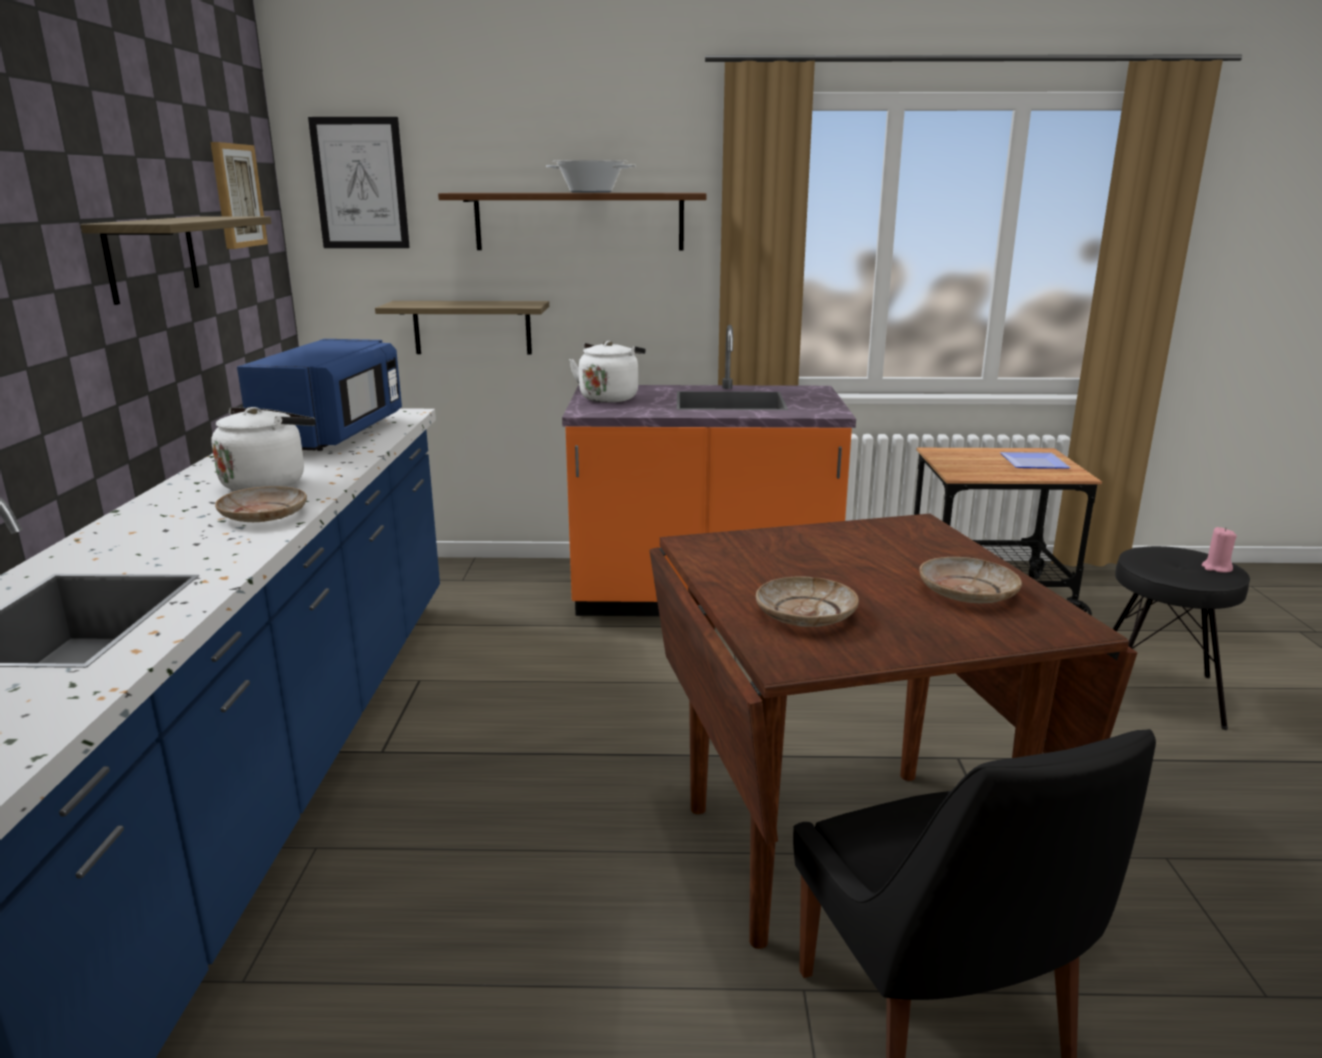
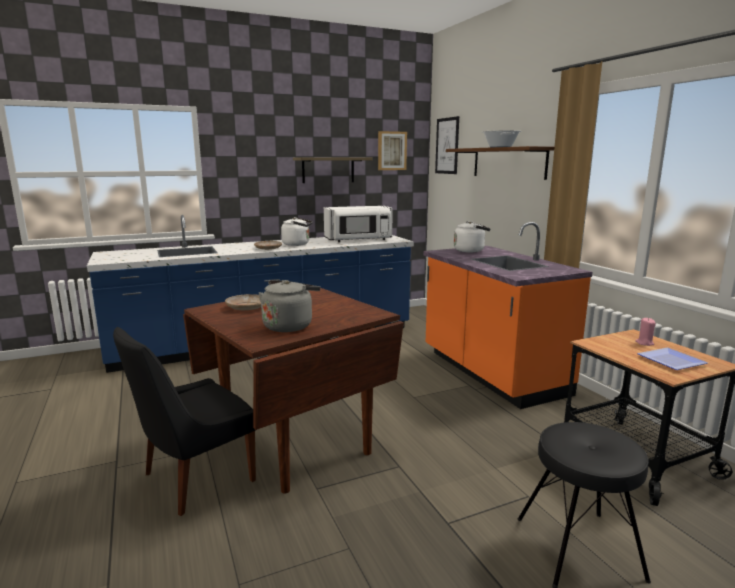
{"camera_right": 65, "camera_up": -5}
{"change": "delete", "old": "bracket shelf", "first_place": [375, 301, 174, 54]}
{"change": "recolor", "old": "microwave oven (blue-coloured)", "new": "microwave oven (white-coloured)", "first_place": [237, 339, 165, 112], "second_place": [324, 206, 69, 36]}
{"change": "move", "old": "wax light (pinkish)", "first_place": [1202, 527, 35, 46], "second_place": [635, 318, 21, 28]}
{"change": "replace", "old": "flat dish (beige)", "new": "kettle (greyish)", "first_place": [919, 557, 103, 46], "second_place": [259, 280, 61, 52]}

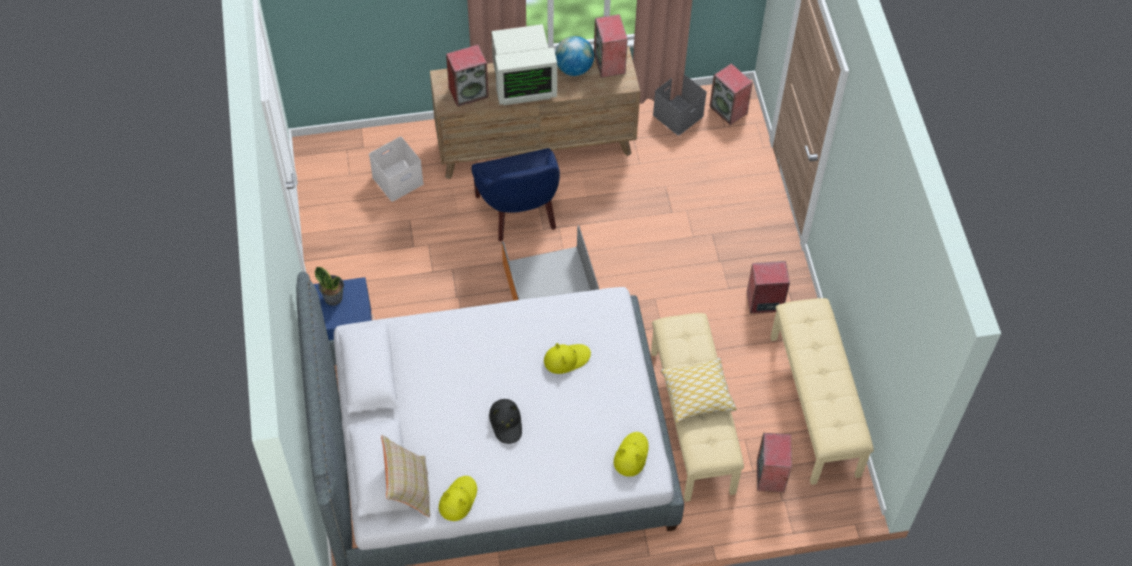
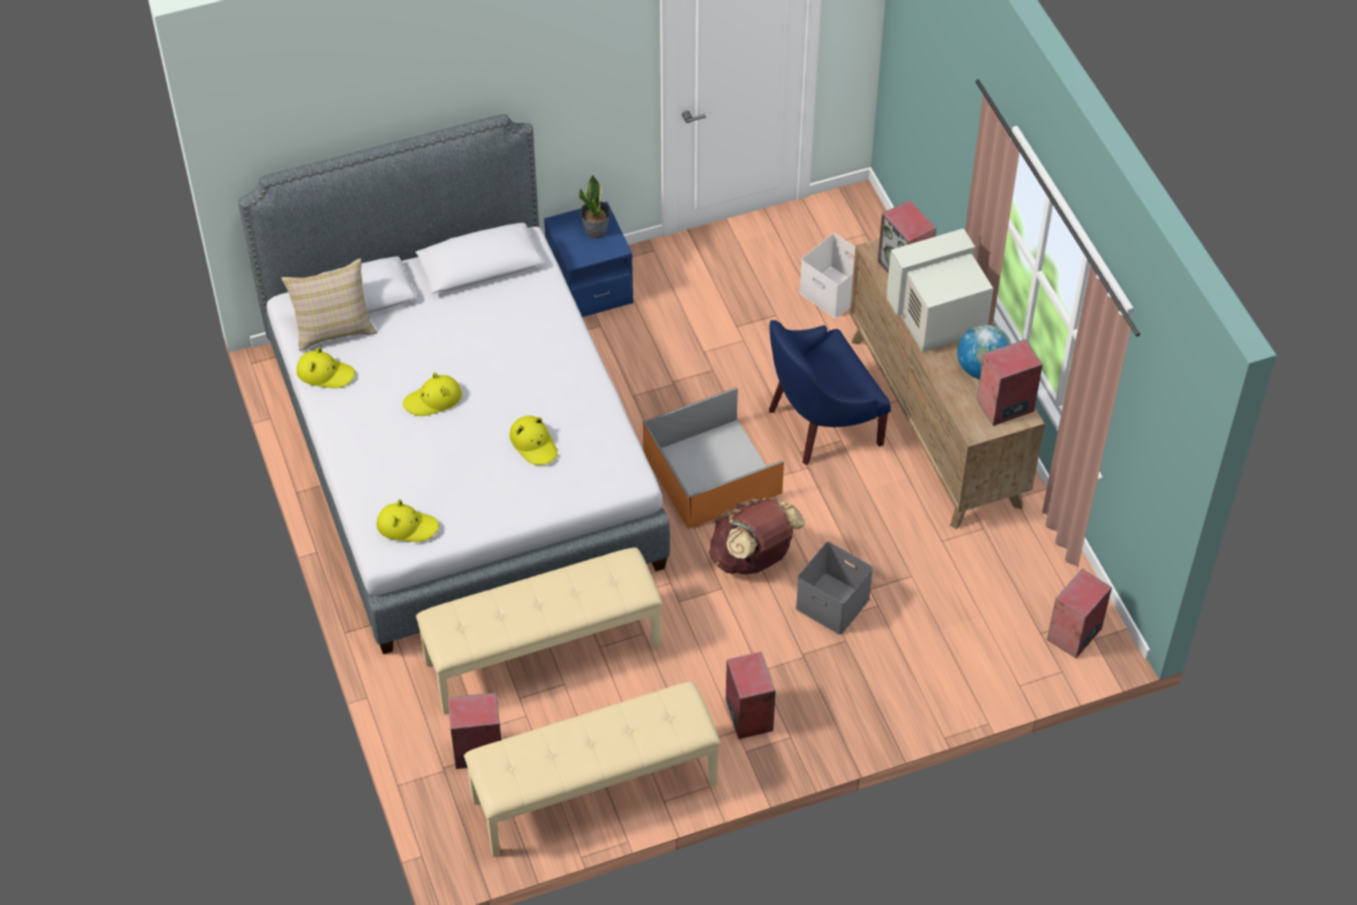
{"camera_right": 80, "camera_up": -5}
{"change": "rotate", "old": "computer display", "first_place": [491, 24, 66, 81], "second_place": [886, 228, 108, 124], "degrees": 90}
{"change": "move", "old": "storage container (greyish)", "first_place": [653, 74, 54, 62], "second_place": [796, 541, 77, 94]}
{"change": "delete", "old": "pillow", "first_place": [661, 358, 76, 65]}
{"change": "recolor", "old": "wearable hat (black-coloured)", "new": "wearable hat (yellowish)", "first_place": [489, 399, 33, 45], "second_place": [403, 372, 59, 44]}
{"change": "insert", "new": "rucksack (brownish)", "second_place": [709, 498, 96, 76]}

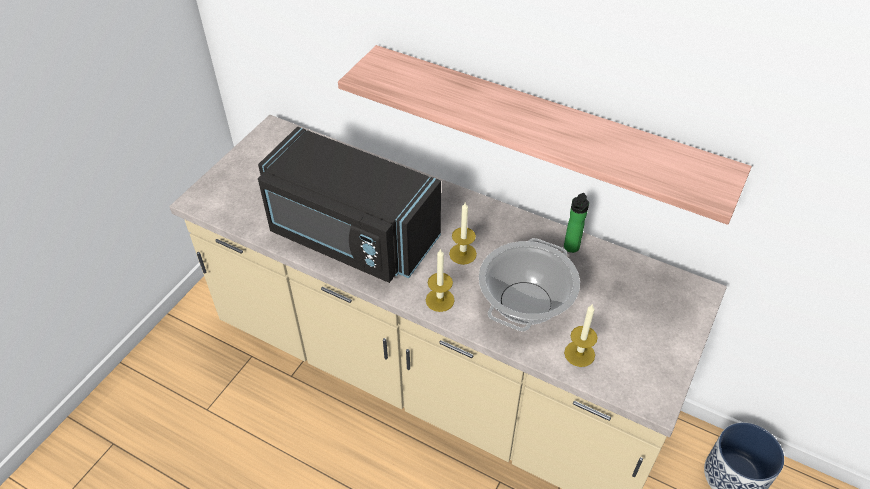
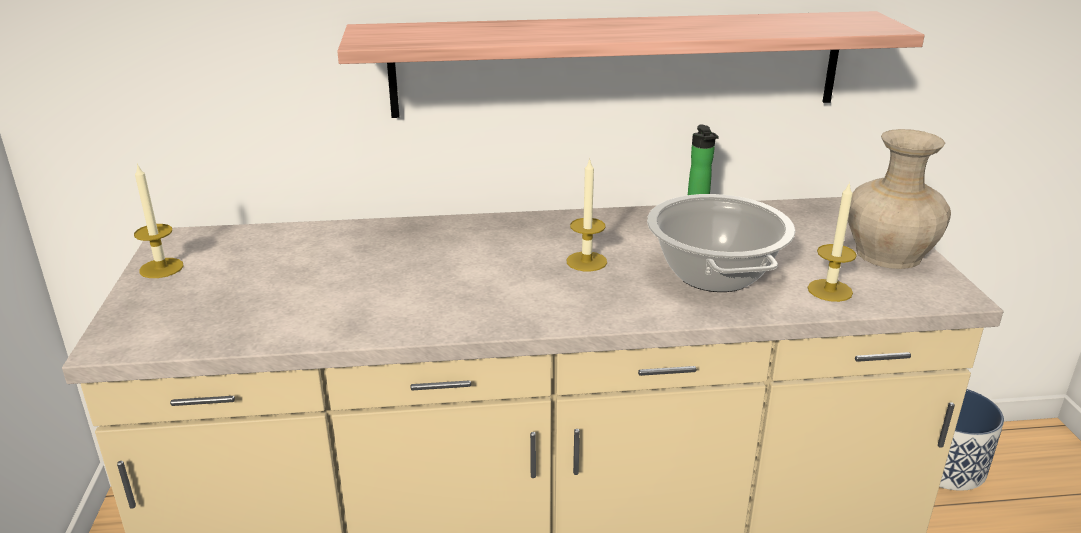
{"camera_right": -35, "camera_up": -20}
{"change": "delete", "old": "microwave oven (black-coloured)", "first_place": [258, 127, 183, 156]}
{"change": "move", "old": "wax light", "first_place": [426, 249, 29, 63], "second_place": [134, 163, 50, 115]}
{"change": "insert", "new": "decorative vase (beige)", "second_place": [848, 129, 103, 140]}

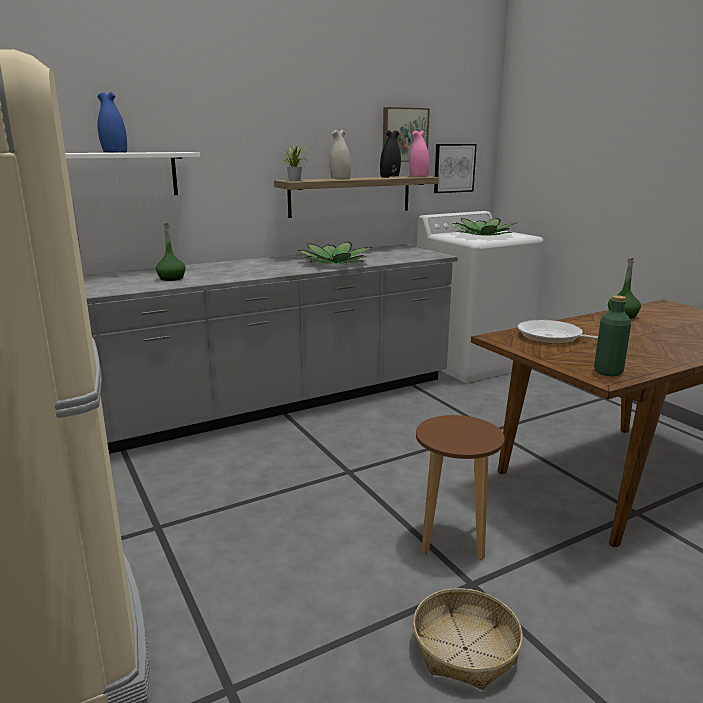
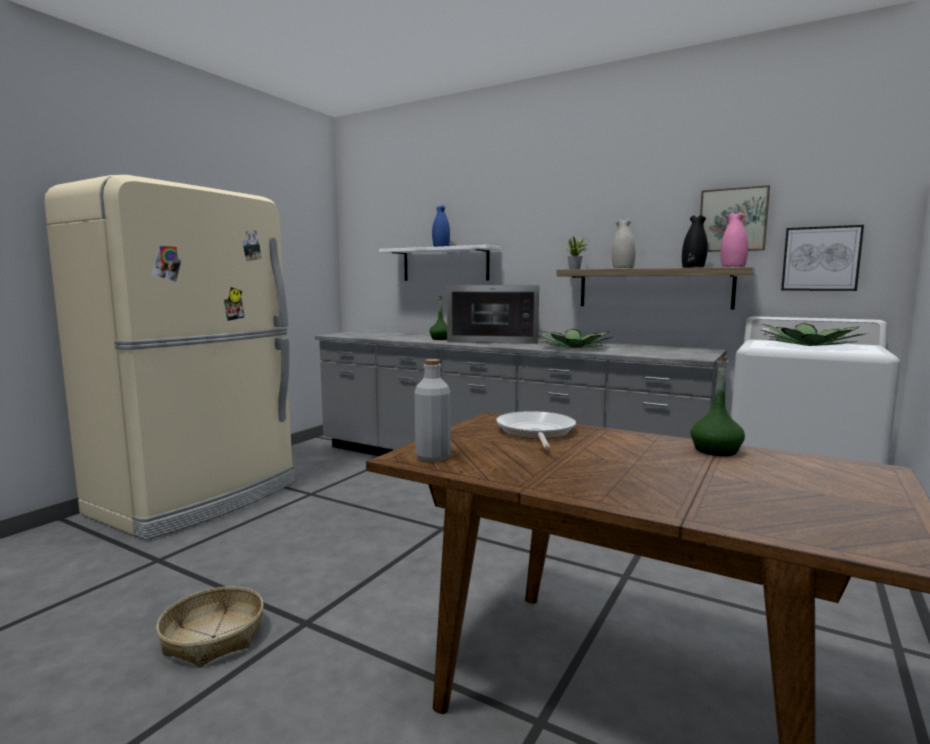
{"camera_right": 60, "camera_up": -10}
{"change": "recolor", "old": "drink bottle (green-coloured)", "new": "drink bottle (greyish)", "first_place": [594, 296, 37, 80], "second_place": [415, 359, 36, 103]}
{"change": "delete", "old": "stool (brownish)", "first_place": [416, 415, 89, 145]}
{"change": "insert", "new": "microwave oven", "second_place": [447, 285, 92, 59]}

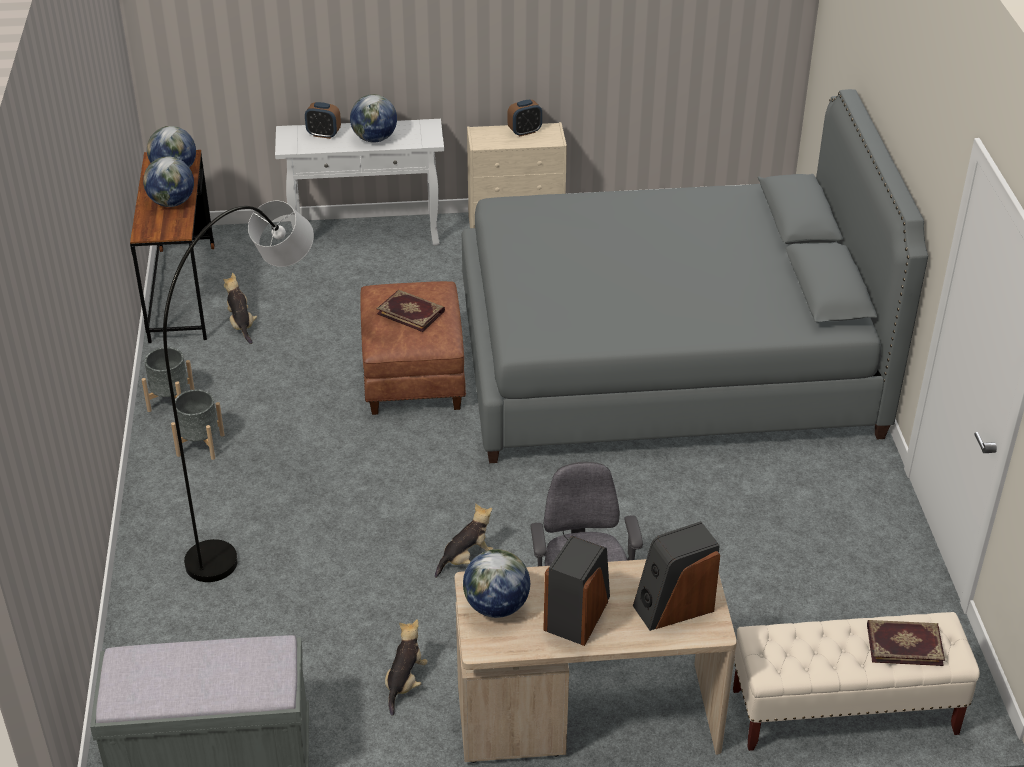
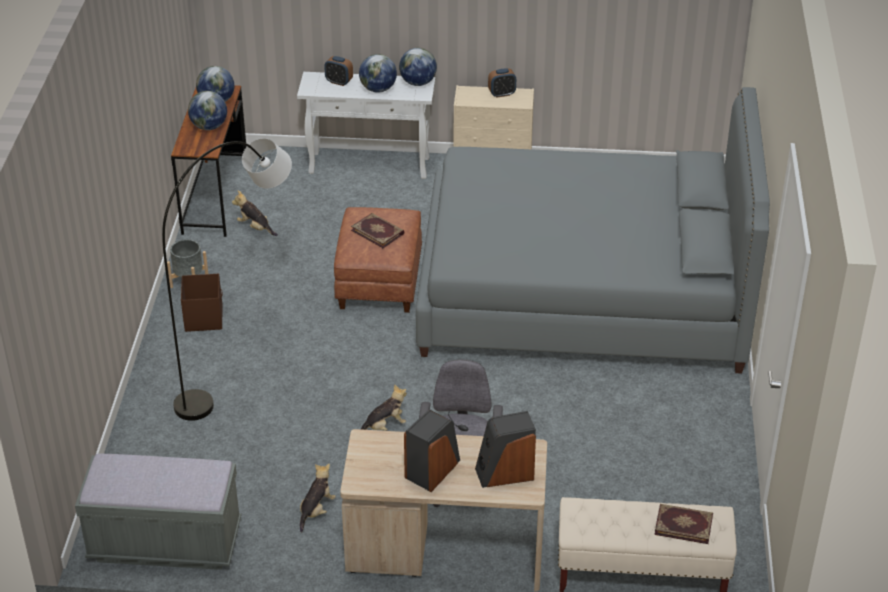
{"camera_right": 10, "camera_up": 0}
{"change": "rotate", "old": "soft toy", "first_place": [223, 273, 34, 71], "second_place": [232, 190, 46, 46], "degrees": -45}
{"change": "replace", "old": "plant pot (greyish)", "new": "storage container (brownish)", "first_place": [171, 389, 53, 71], "second_place": [181, 273, 42, 59]}
{"change": "move", "old": "desk globe", "first_place": [463, 549, 67, 69], "second_place": [399, 48, 38, 38]}

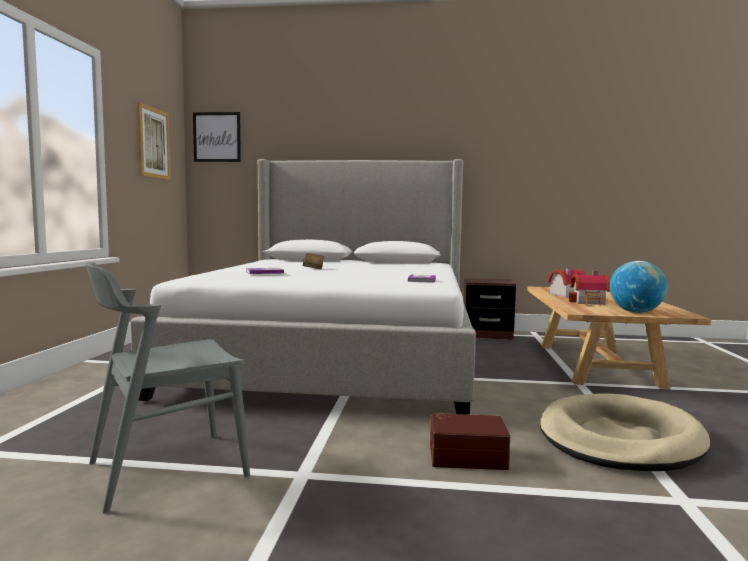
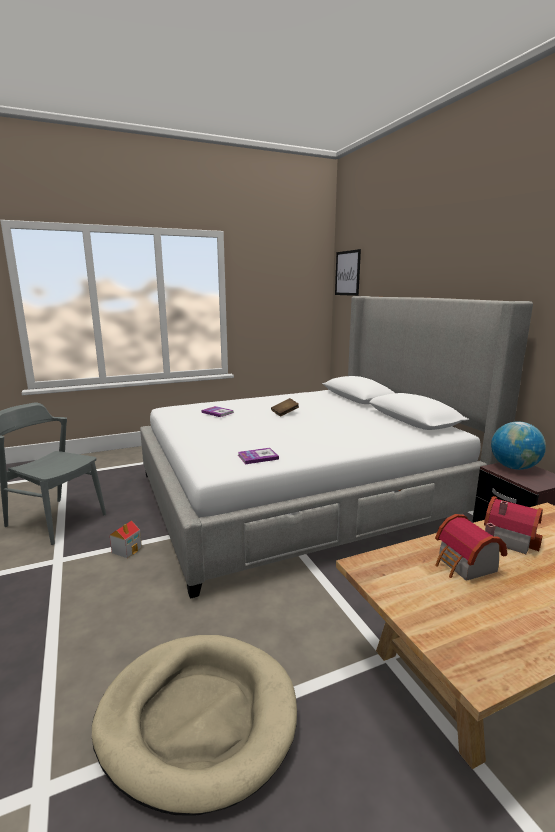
{"camera_right": 60, "camera_up": 10}
{"change": "delete", "old": "picture", "first_place": [137, 102, 34, 78]}
{"change": "move", "old": "desk globe", "first_place": [609, 261, 59, 52], "second_place": [491, 422, 55, 48]}
{"change": "delete", "old": "storage container (brownish)", "first_place": [430, 413, 80, 57]}
{"change": "insert", "new": "miniature house", "second_place": [110, 521, 32, 37]}

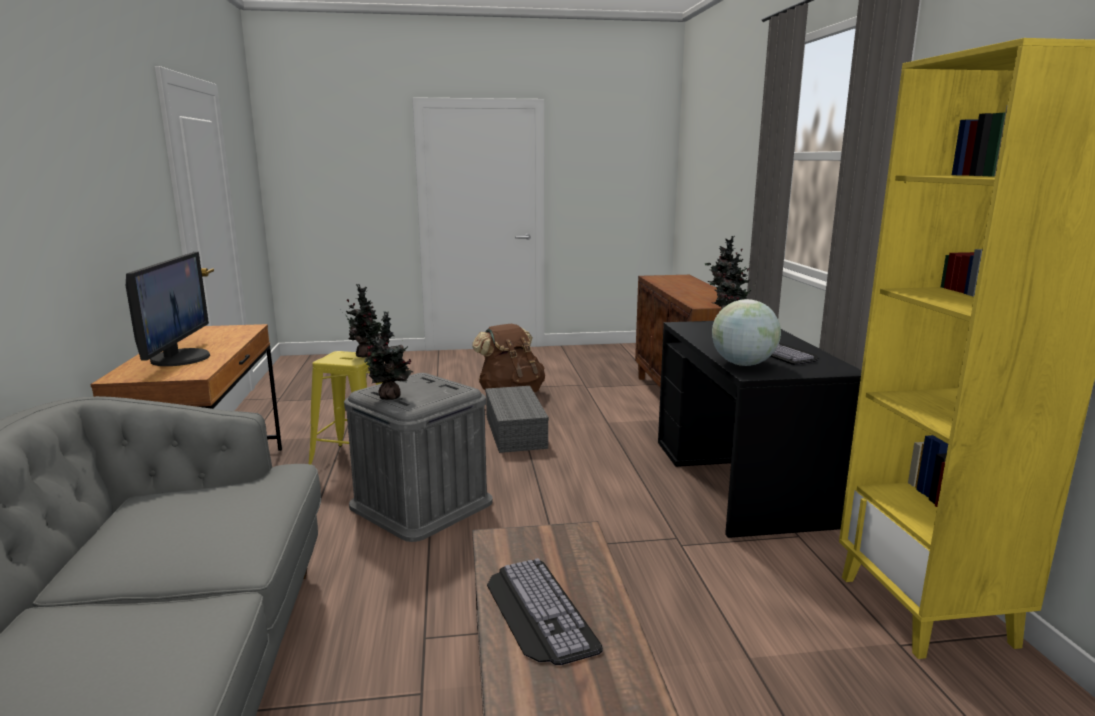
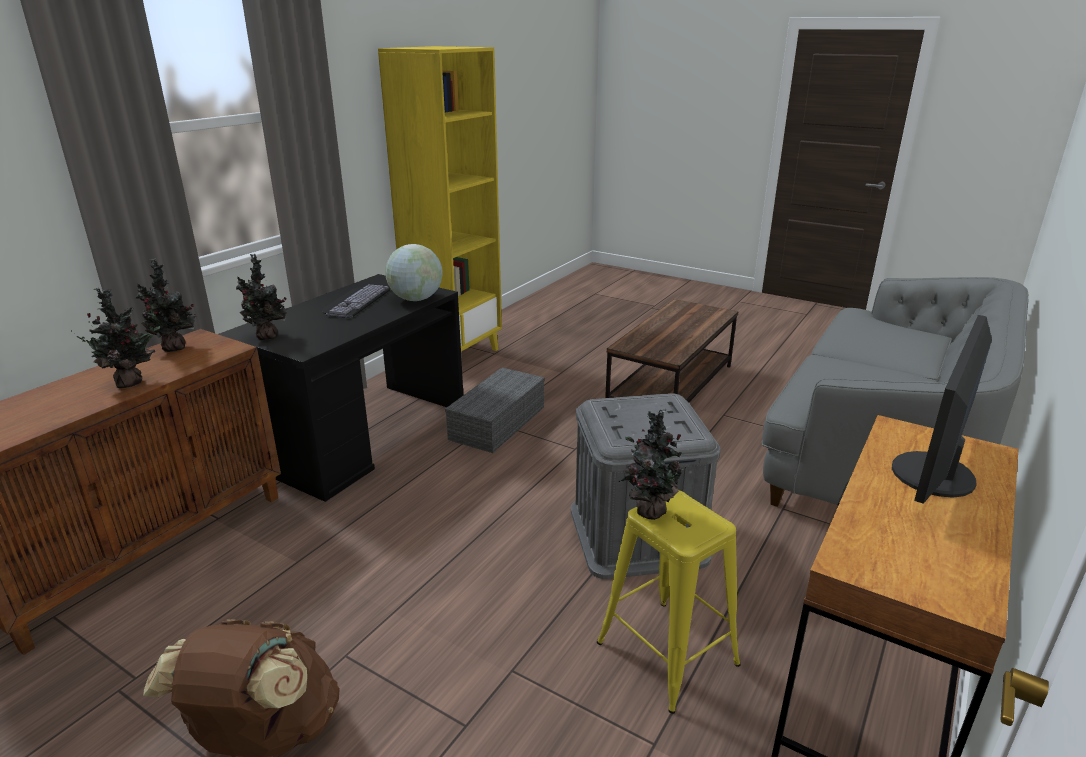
{"camera_right": -140, "camera_up": 10}
{"change": "move", "old": "houseplant", "first_place": [364, 311, 49, 89], "second_place": [70, 288, 90, 100]}
{"change": "move", "old": "storage container (greyish)", "first_place": [485, 386, 64, 67], "second_place": [445, 367, 100, 86]}
{"change": "delete", "old": "PC keyboard", "first_place": [487, 558, 116, 107]}

